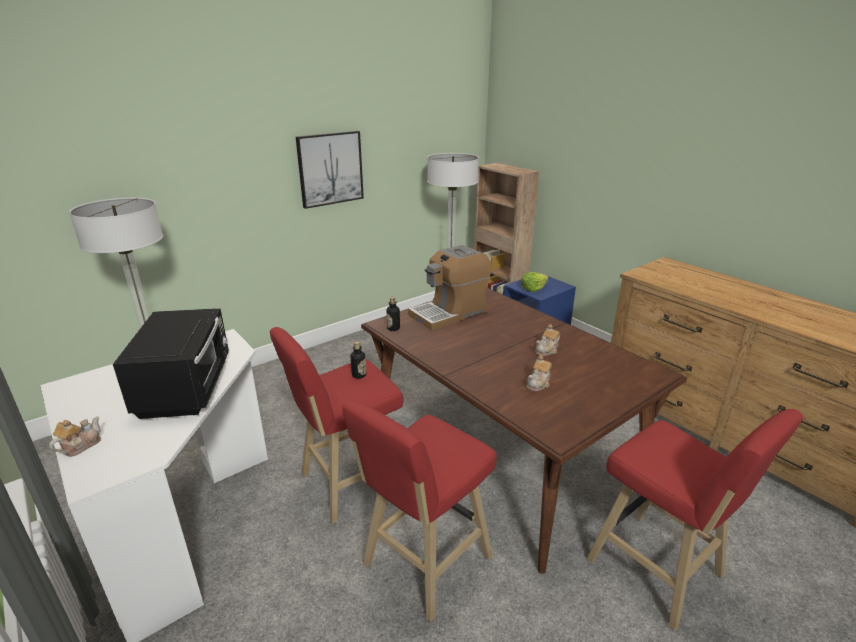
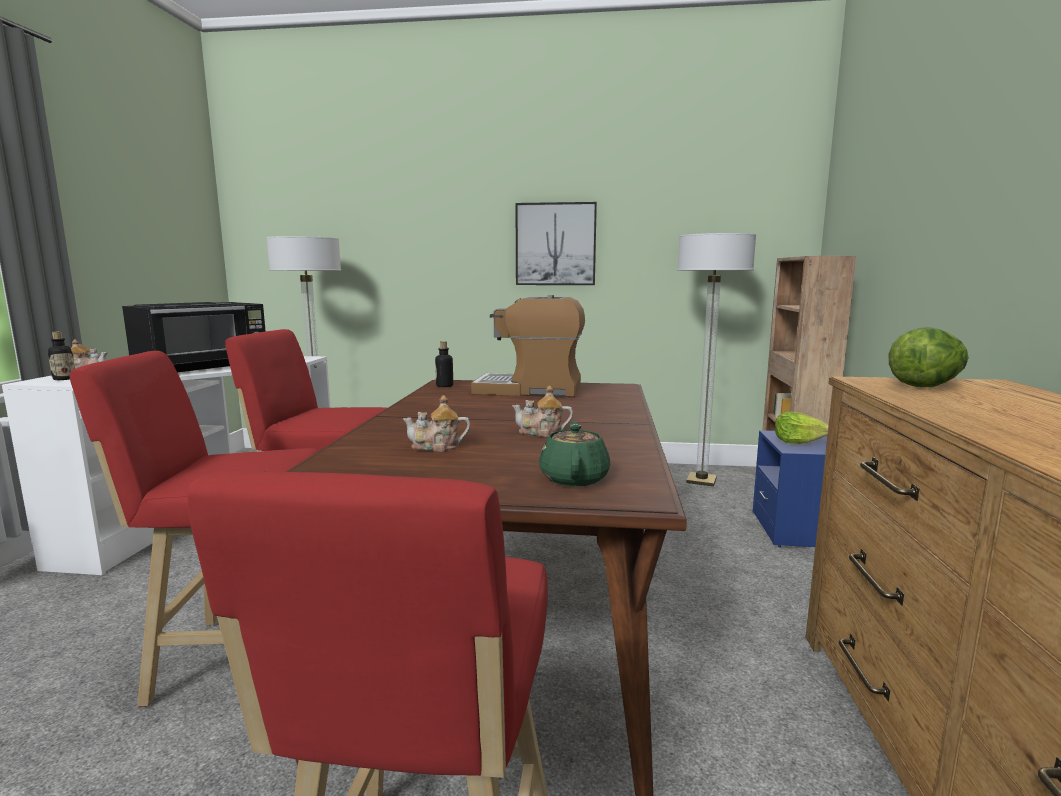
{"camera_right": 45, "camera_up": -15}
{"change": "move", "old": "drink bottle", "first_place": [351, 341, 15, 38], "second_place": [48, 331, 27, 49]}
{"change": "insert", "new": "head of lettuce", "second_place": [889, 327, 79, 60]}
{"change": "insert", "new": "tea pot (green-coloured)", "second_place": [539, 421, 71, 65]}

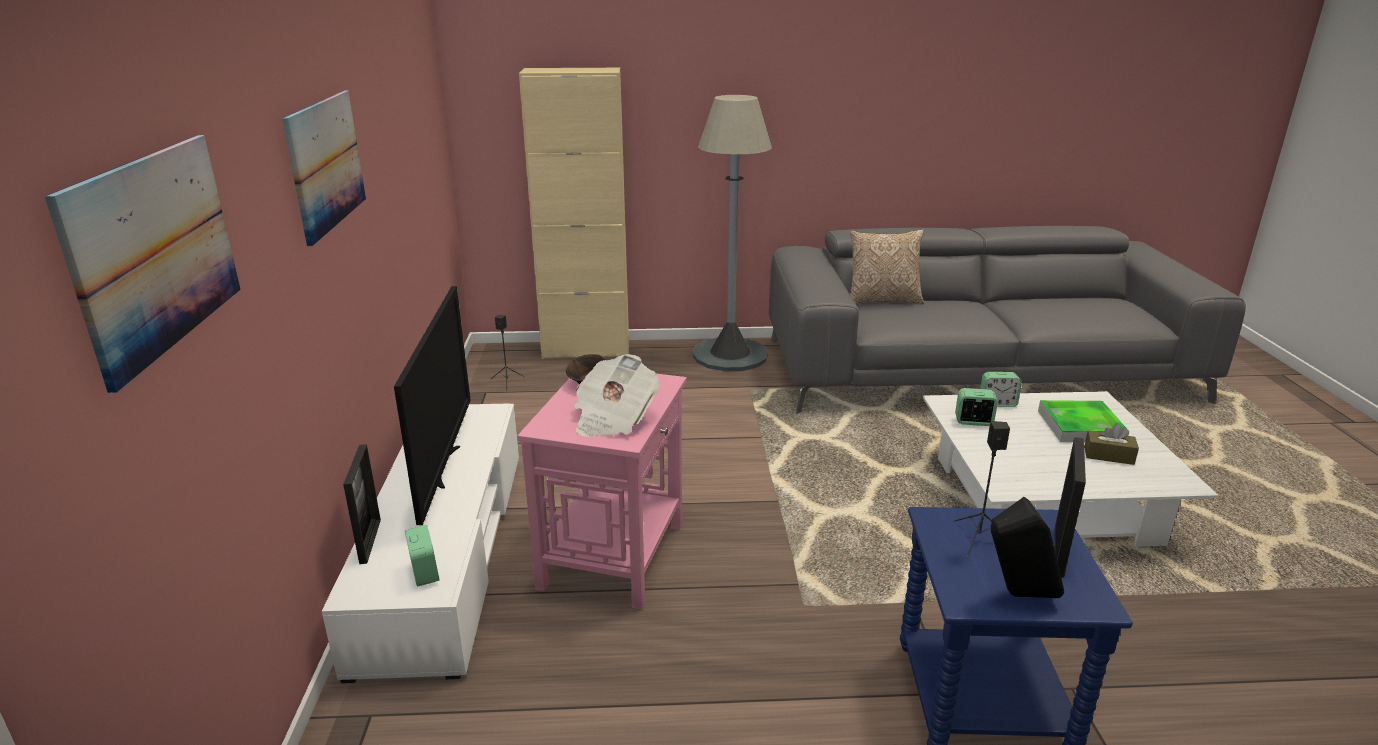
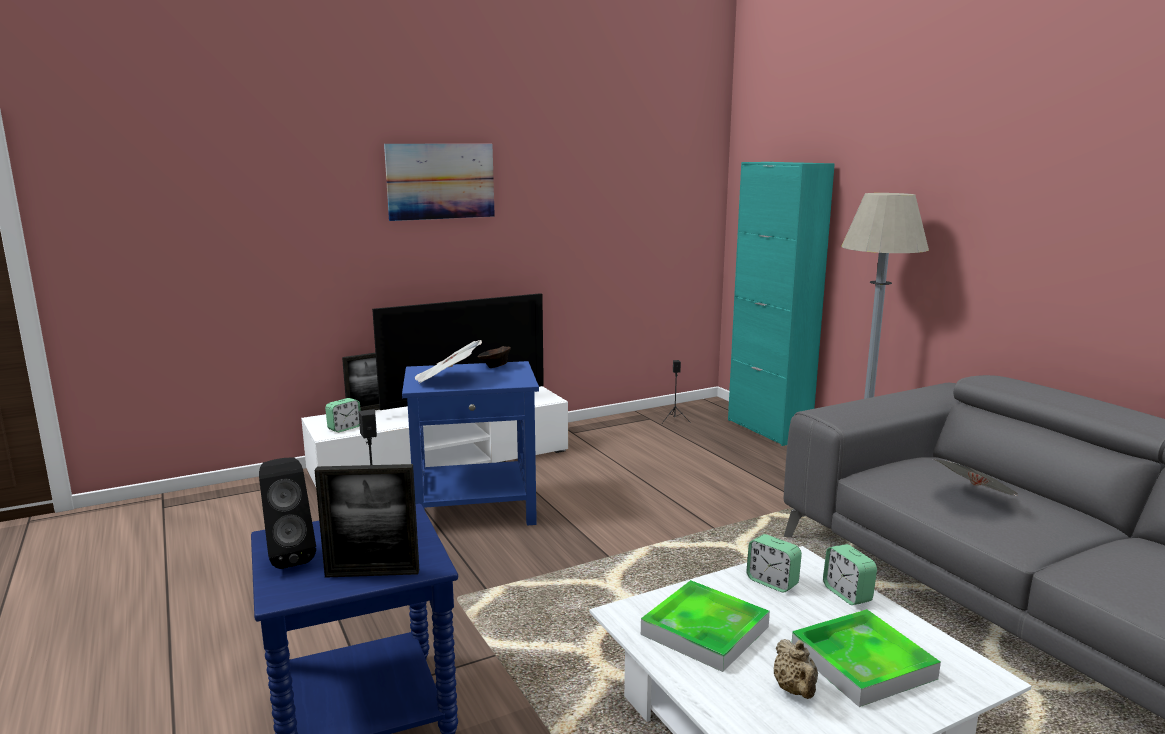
{"camera_right": 65, "camera_up": -10}
{"change": "recolor", "old": "storage cabinet (beige)", "new": "storage cabinet (blue-green)", "first_place": [519, 67, 110, 292], "second_place": [728, 162, 107, 284]}
{"change": "delete", "old": "picture", "first_place": [45, 135, 196, 258]}
{"change": "delete", "old": "pillow", "first_place": [850, 229, 74, 75]}
{"change": "recolor", "old": "end table (pinkish)", "new": "end table (blue-coloured)", "first_place": [517, 374, 170, 236], "second_place": [402, 361, 137, 165]}
{"change": "rotate", "old": "table clock", "first_place": [955, 388, 43, 38], "second_place": [746, 534, 56, 59], "degrees": 150}
{"change": "replace", "old": "box of tissues (brownish)", "new": "tea pot (beige)", "first_place": [1084, 423, 55, 42], "second_place": [773, 639, 45, 60]}
{"change": "insert", "new": "newspaper", "second_place": [934, 459, 84, 37]}
{"change": "insert", "new": "tray", "second_place": [641, 580, 129, 92]}

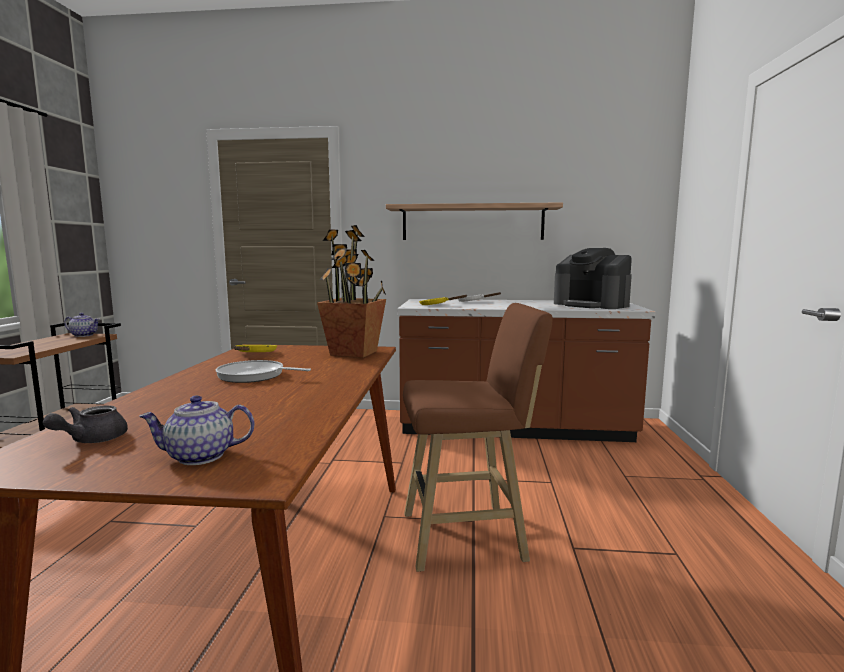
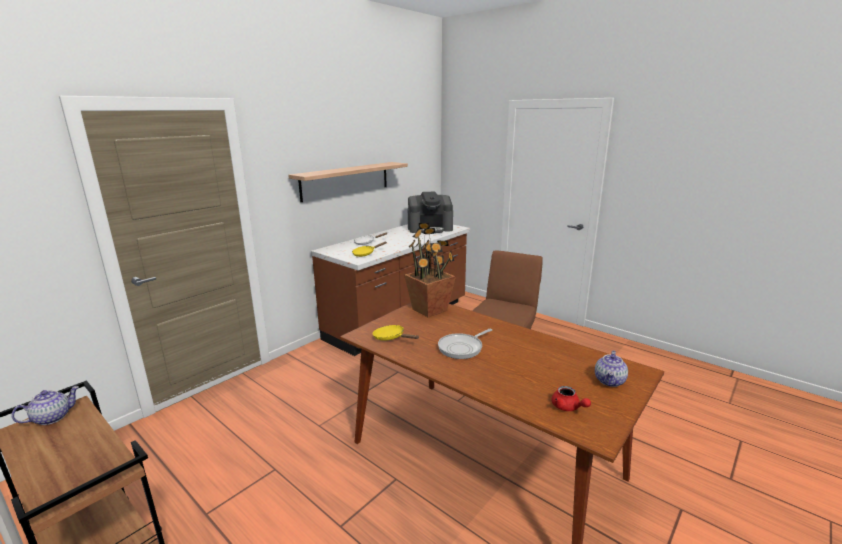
{"camera_right": -55, "camera_up": 10}
{"change": "recolor", "old": "tea pot (greyish)", "new": "tea pot (reddish)", "first_place": [43, 405, 85, 38], "second_place": [551, 386, 40, 25]}

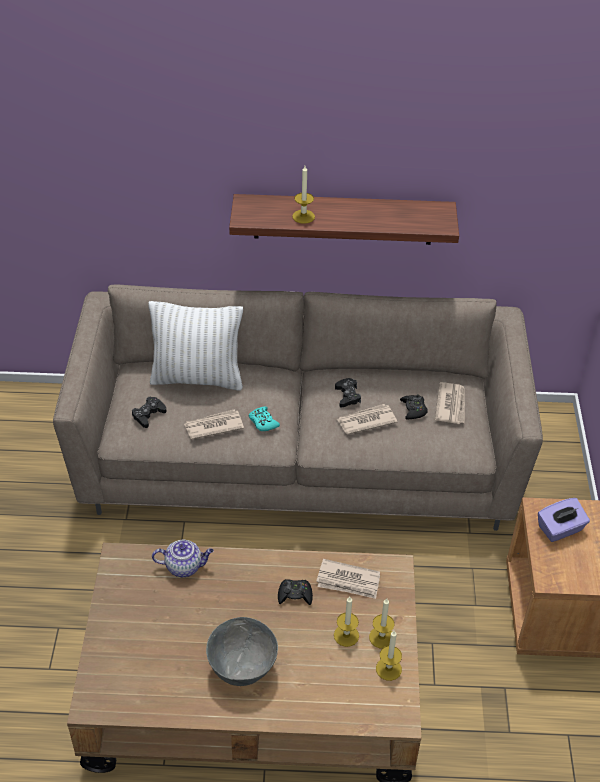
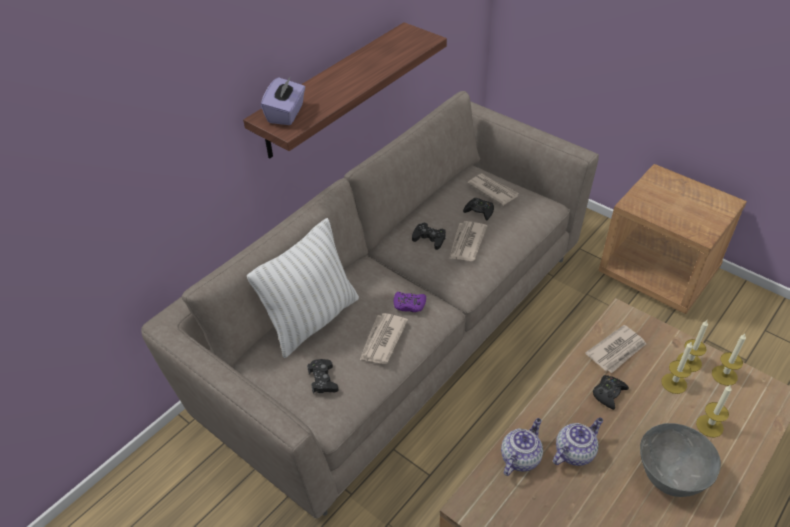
{"camera_right": -50, "camera_up": 0}
{"change": "move", "old": "wax light", "first_place": [292, 166, 23, 58], "second_place": [696, 385, 36, 52]}
{"change": "recolor", "old": "gamepad (blue-green)", "new": "gamepad (purple)", "first_place": [249, 406, 31, 25], "second_place": [394, 292, 32, 20]}
{"change": "move", "old": "box of tissues (purple)", "first_place": [538, 498, 52, 44], "second_place": [261, 76, 44, 49]}
{"change": "insert", "new": "tea pot", "second_place": [553, 418, 50, 48]}

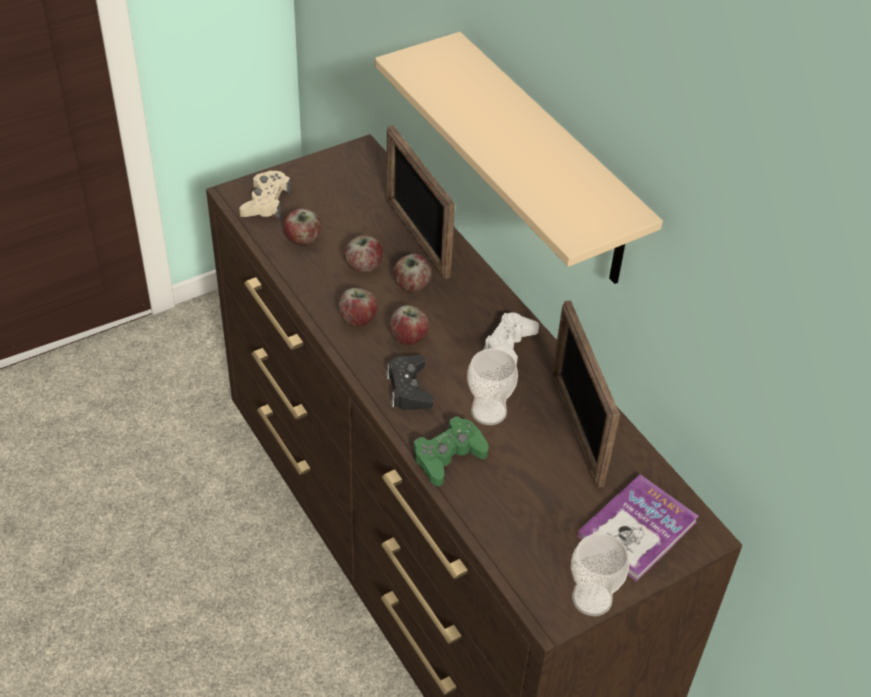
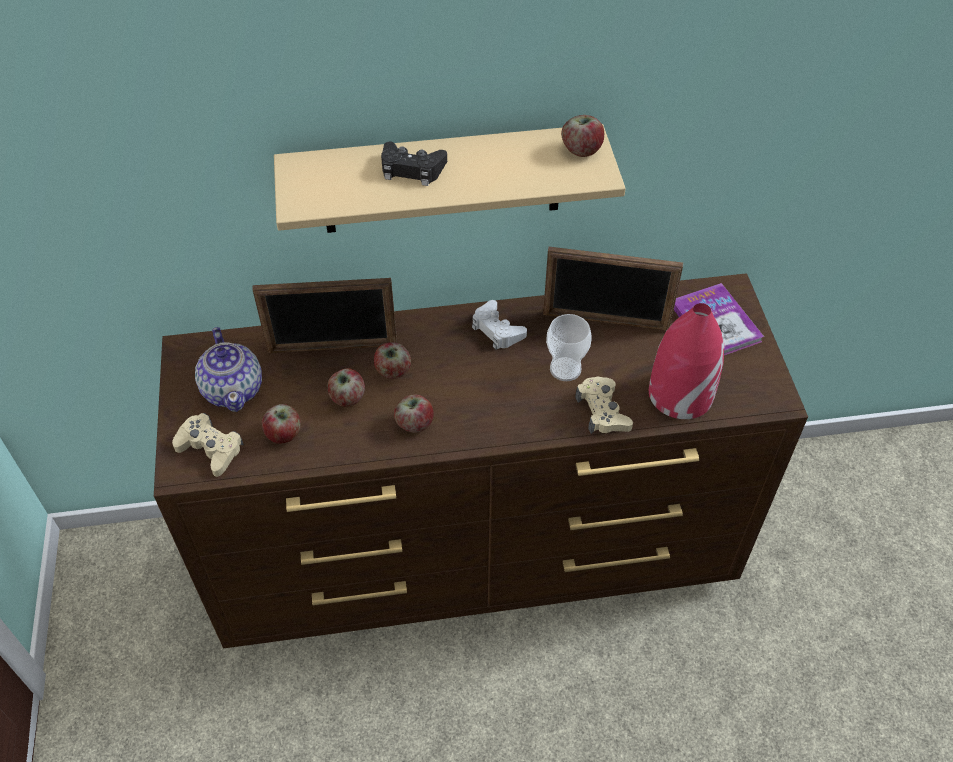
{"camera_right": -65, "camera_up": 5}
{"change": "move", "old": "apple fruit", "first_place": [390, 305, 39, 40], "second_place": [562, 115, 42, 42]}
{"change": "move", "old": "gamepad (black-coloured)", "first_place": [386, 355, 47, 55], "second_place": [381, 142, 66, 44]}
{"change": "recolor", "old": "gamepad (green-coloured)", "new": "gamepad (beige)", "first_place": [413, 416, 76, 70], "second_place": [575, 376, 58, 58]}
{"change": "delete", "old": "drinking cup", "first_place": [571, 533, 58, 83]}
{"change": "insert", "new": "decorative vase (reddish)", "second_place": [649, 303, 75, 116]}
{"change": "insert", "new": "tea pot", "second_place": [195, 327, 67, 85]}

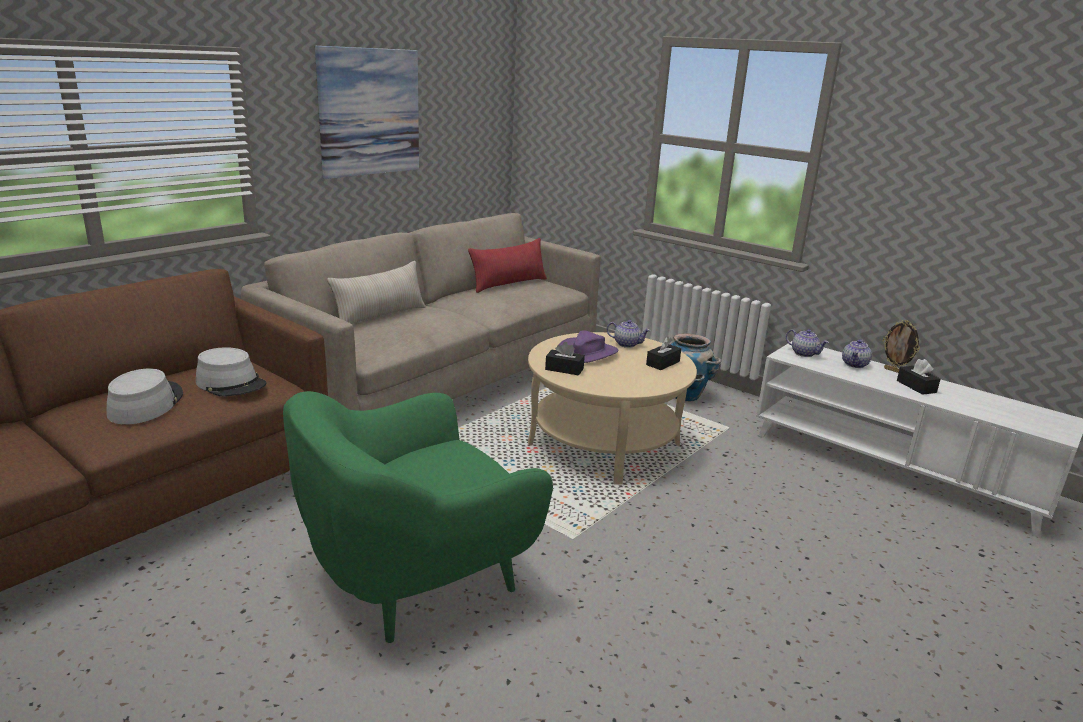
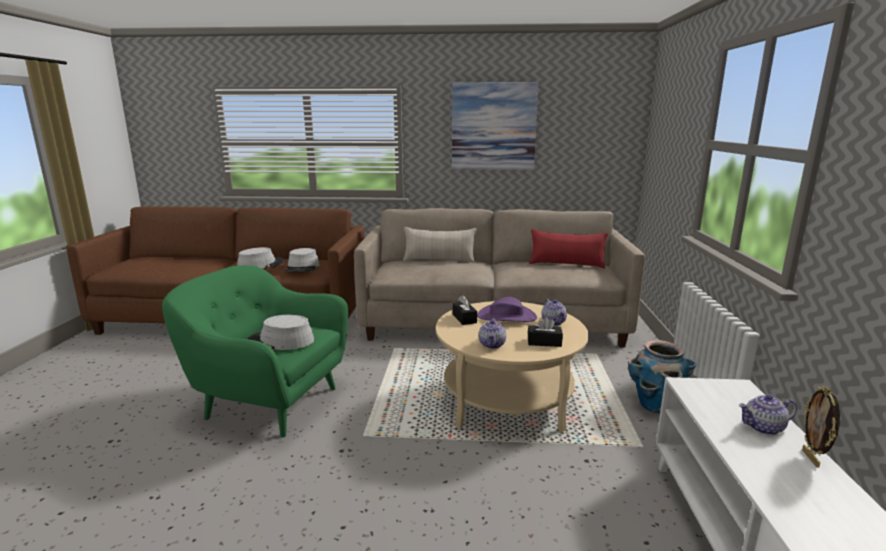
{"camera_right": 55, "camera_up": -5}
{"change": "move", "old": "tea pot", "first_place": [786, 329, 43, 28], "second_place": [479, 318, 27, 31]}
{"change": "delete", "old": "box of tissues (black-coloured)", "first_place": [897, 359, 44, 36]}
{"change": "insert", "new": "wearable hat (greyish)", "second_place": [248, 315, 66, 35]}

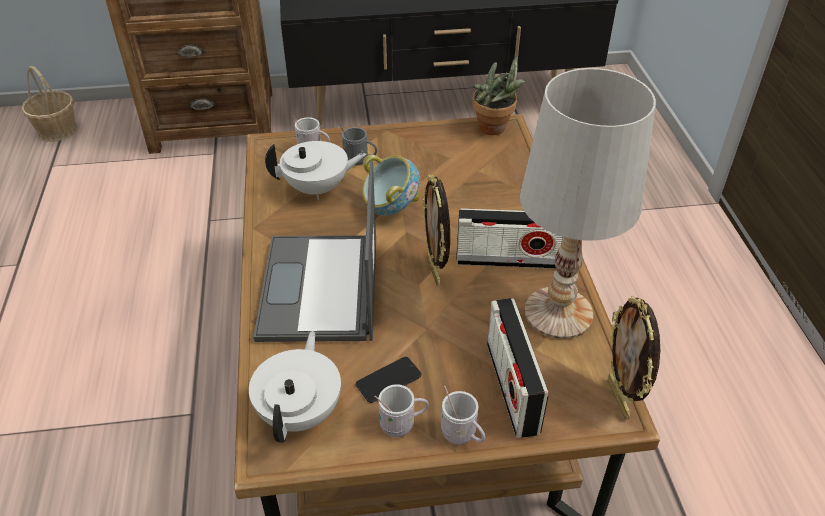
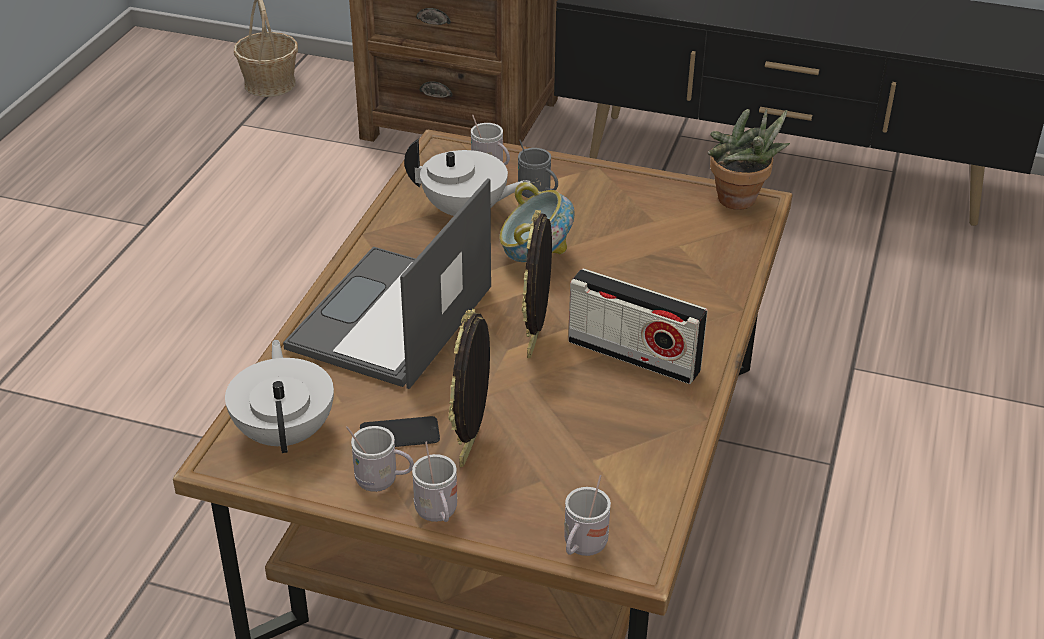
{"camera_right": 25, "camera_up": -5}
{"change": "delete", "old": "lamp for a table (white-coloured)", "first_place": [520, 68, 136, 271]}
{"change": "move", "old": "picture frame", "first_place": [608, 296, 52, 124], "second_place": [448, 309, 42, 158]}
{"change": "delete", "old": "radio", "first_place": [487, 298, 61, 140]}
{"change": "rotate", "old": "tea pot (white-coloured)", "first_place": [249, 331, 92, 112], "second_place": [225, 340, 109, 113], "degrees": -45}
{"change": "insert", "new": "mug (white-coloured)", "second_place": [564, 475, 47, 81]}

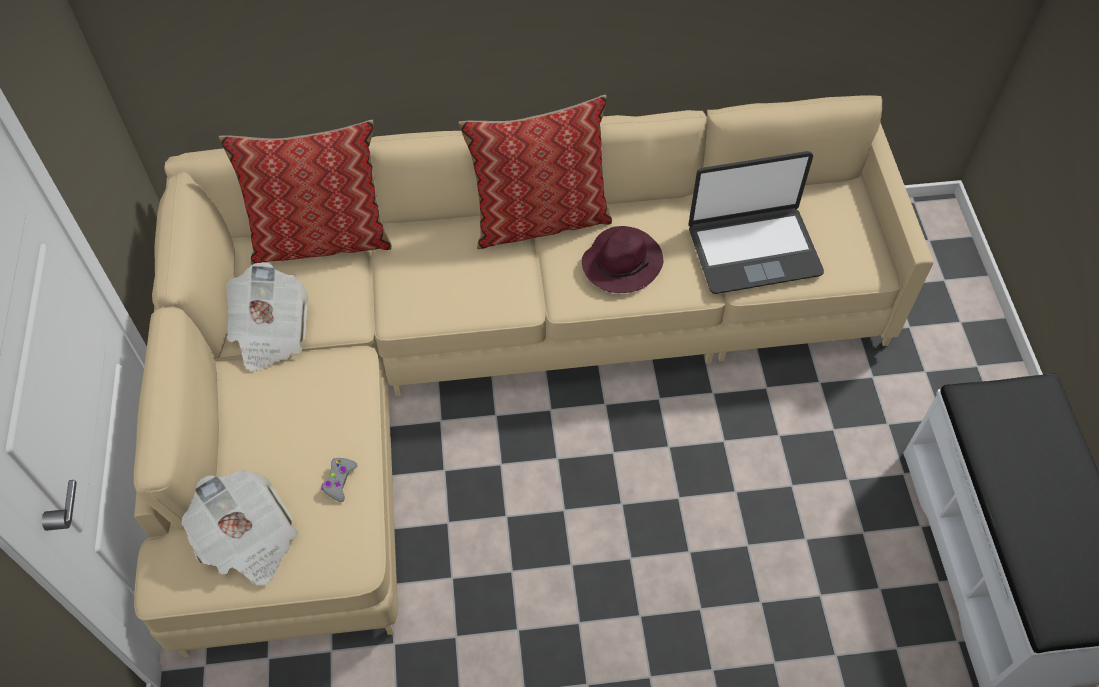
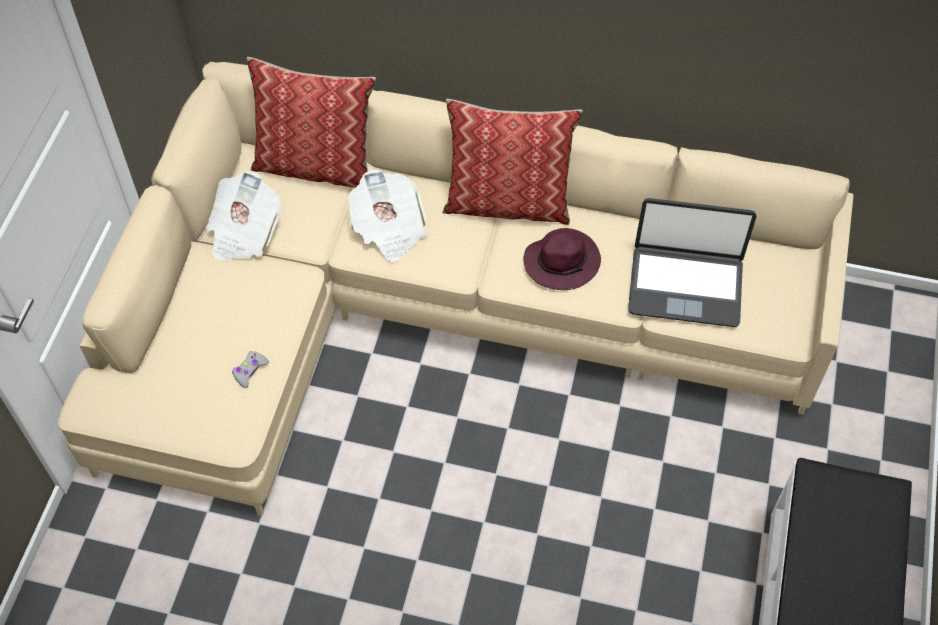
{"camera_right": 20, "camera_up": 0}
{"change": "move", "old": "newspaper", "first_place": [182, 470, 117, 116], "second_place": [348, 169, 80, 93]}

